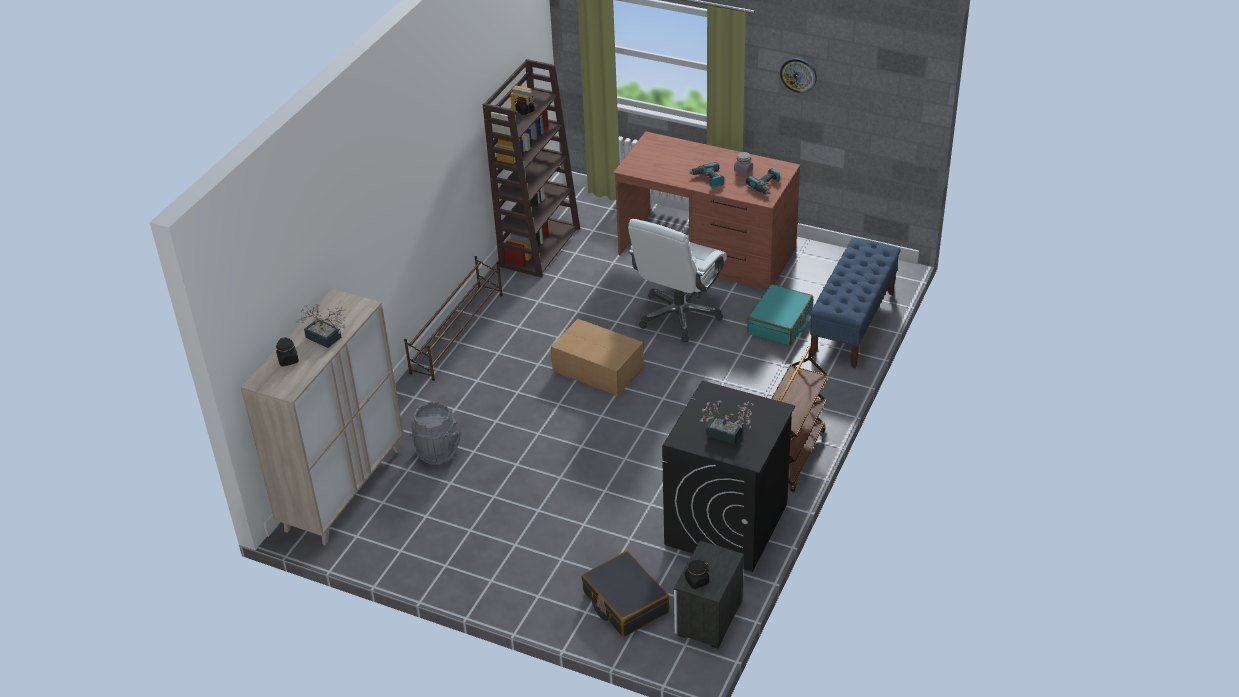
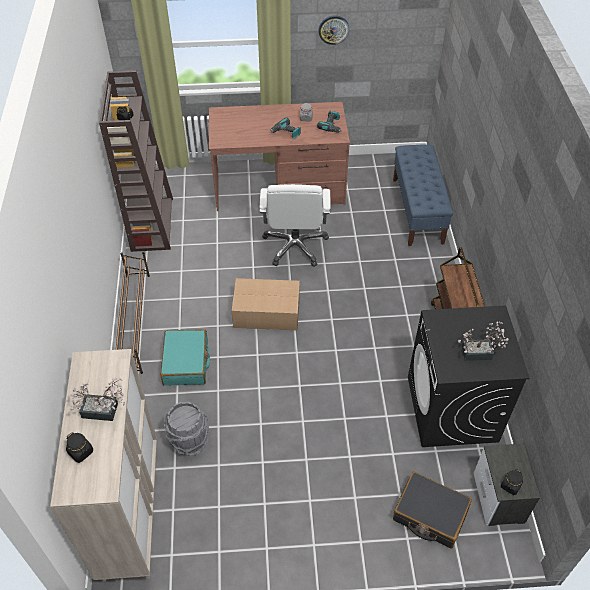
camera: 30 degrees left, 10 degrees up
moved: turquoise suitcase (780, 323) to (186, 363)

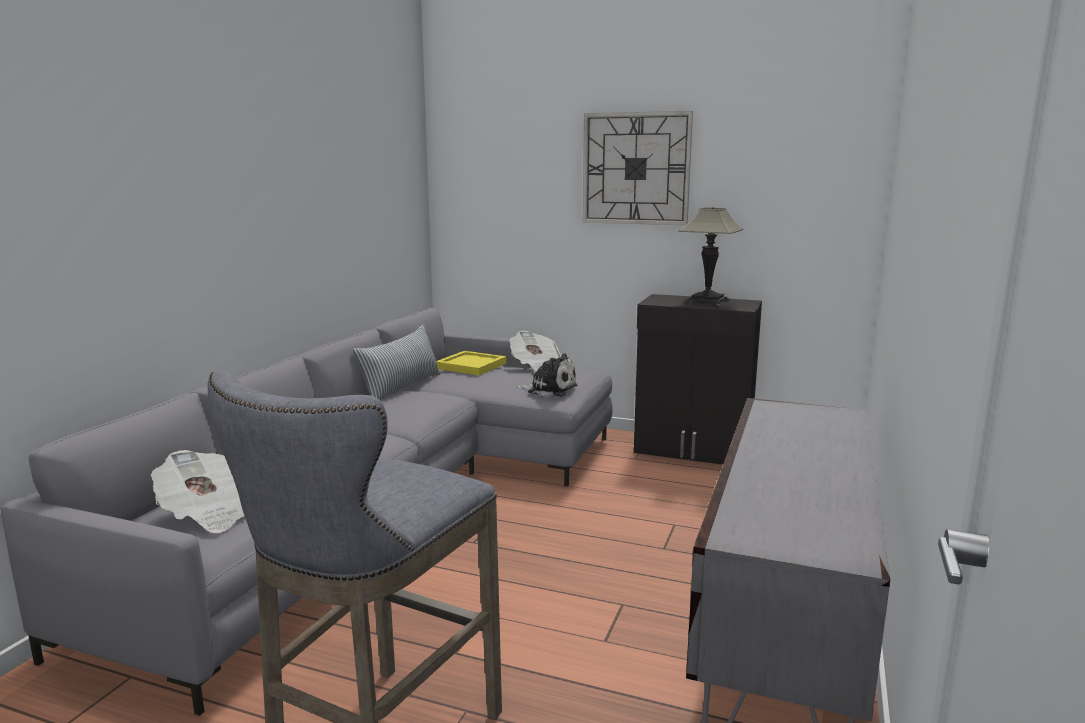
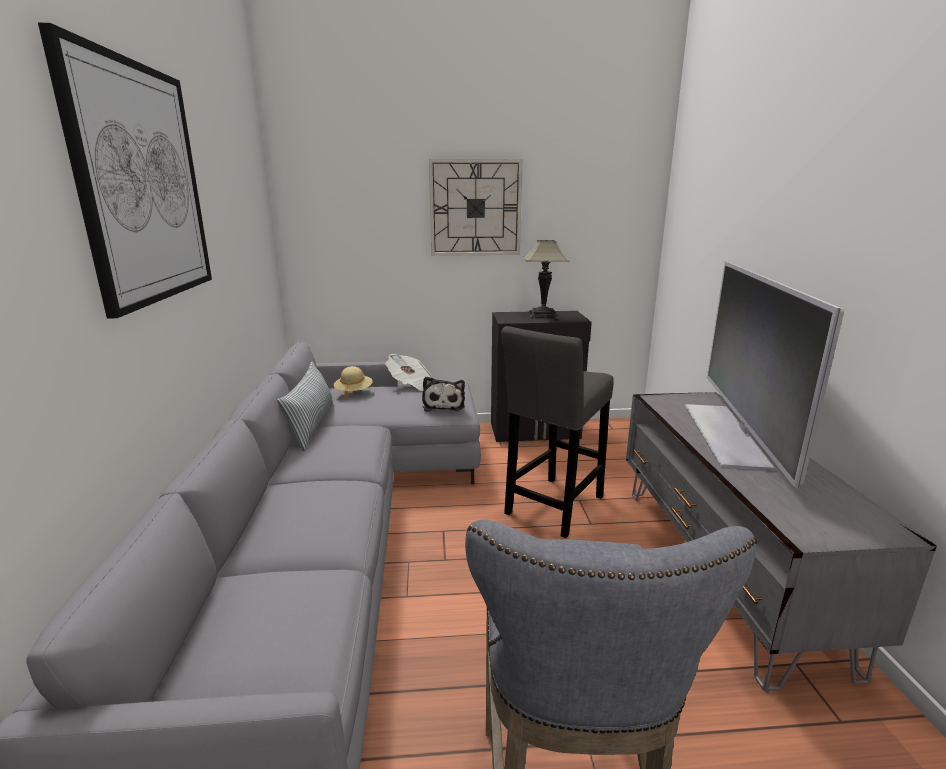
camera: 25 degrees left, 5 degrees up
removed: newspaper (208, 514)
added: picture (143, 184); grey stool (552, 508); television (727, 434)
replaced: yellow tray (470, 366) to beige hat (353, 392)
turned: plush toy (549, 389) = (444, 405) 90 degrees clockwise

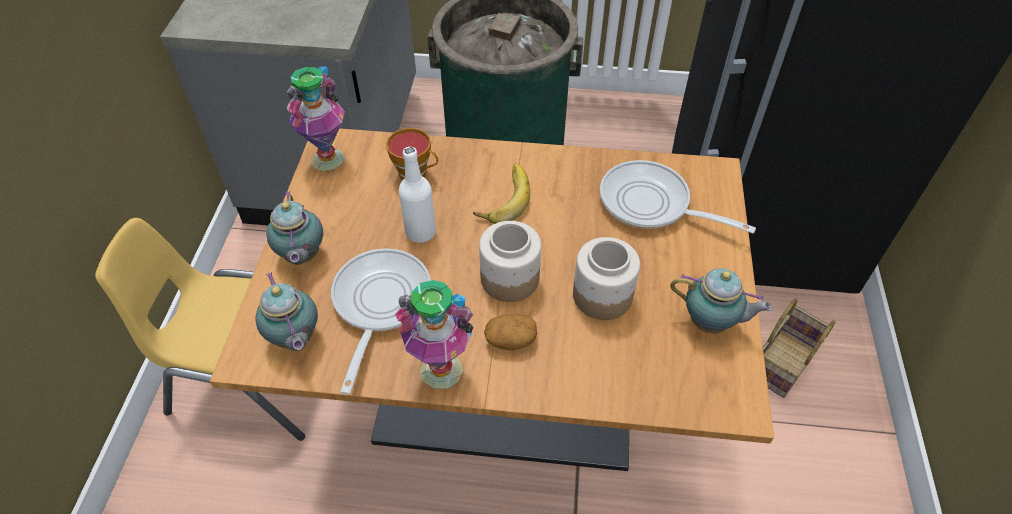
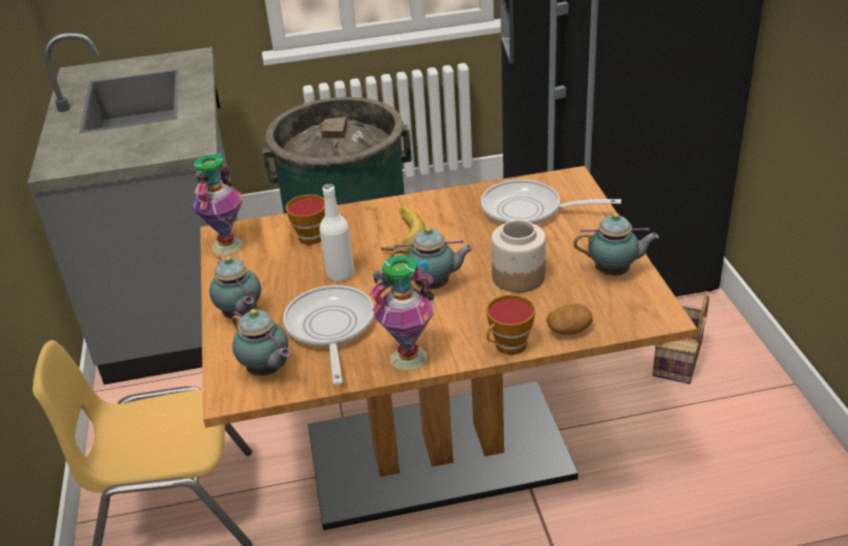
camera: 15 degrees left, 15 degrees down
added: cup (508, 347)
moved: potato (510, 339) to (569, 330)
replaced: jar (509, 279) to teapot (434, 285)

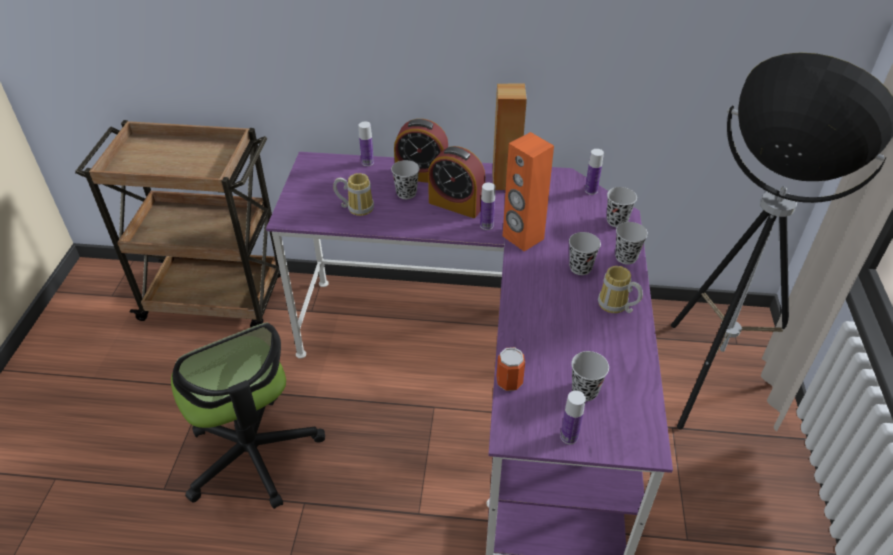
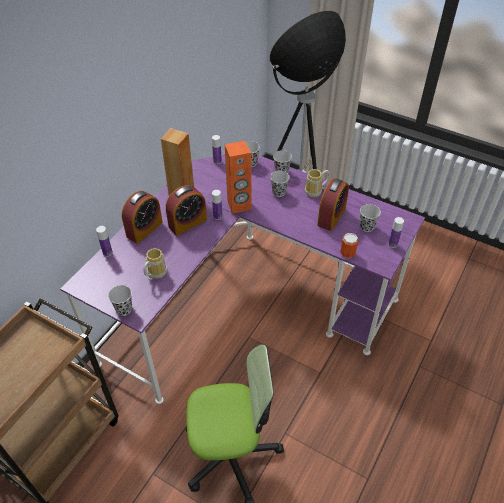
camera: 65 degrees left, 5 degrees up
added: alarm clock (331, 217)
moved: black cup (406, 193) to (124, 309)

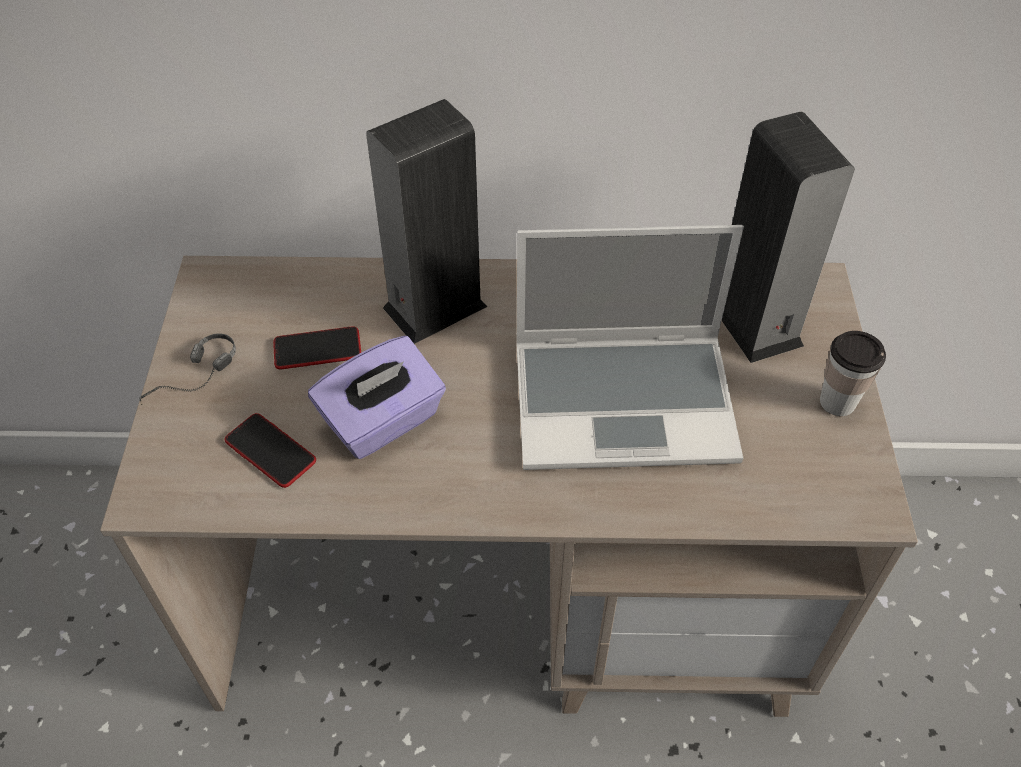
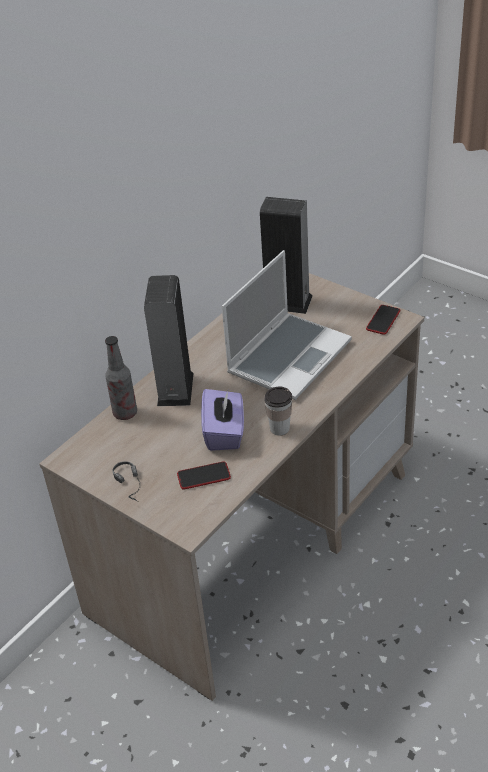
camera: 50 degrees left, 10 degrees down
added: bottle (125, 413)
moved: cup (837, 402) to (279, 428); phone (317, 349) to (383, 320)

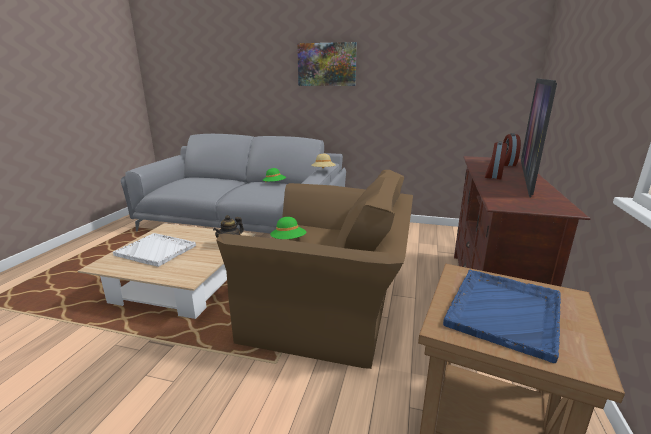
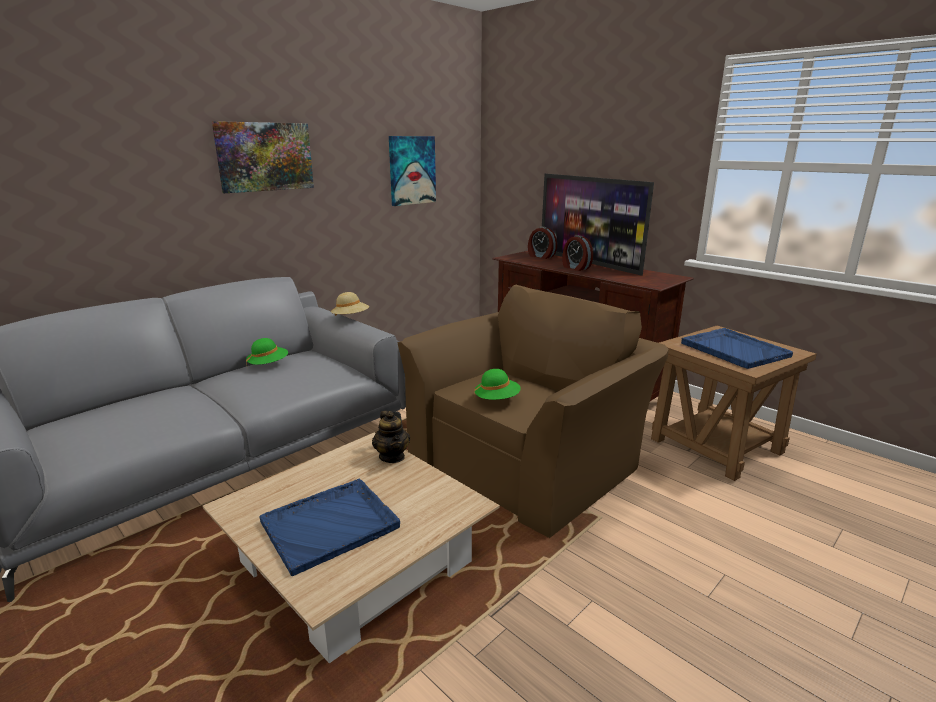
camera: 60 degrees left, 0 degrees up
added: picture (412, 170)
recoloured: white tray (156, 250) to blue tray (331, 525)

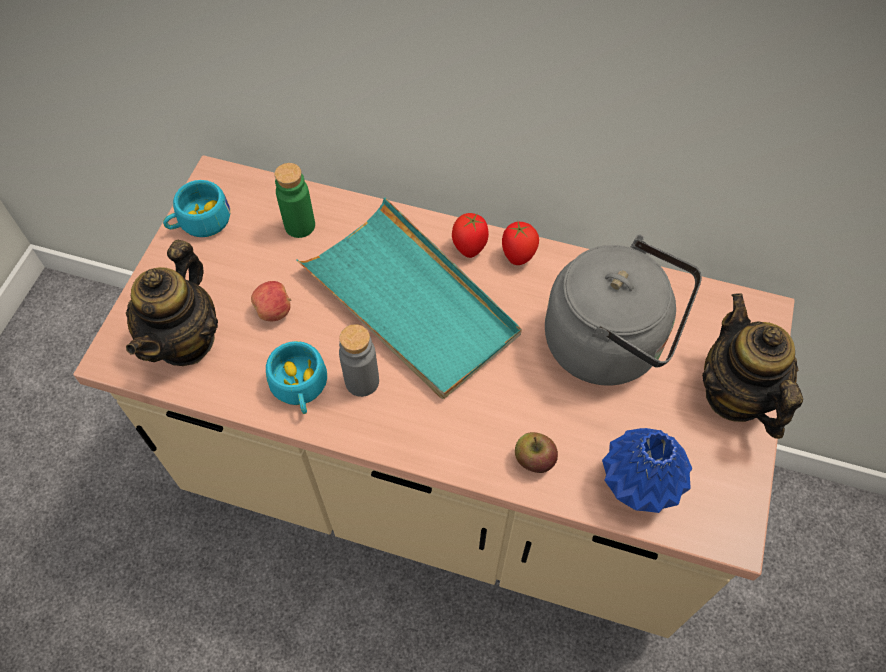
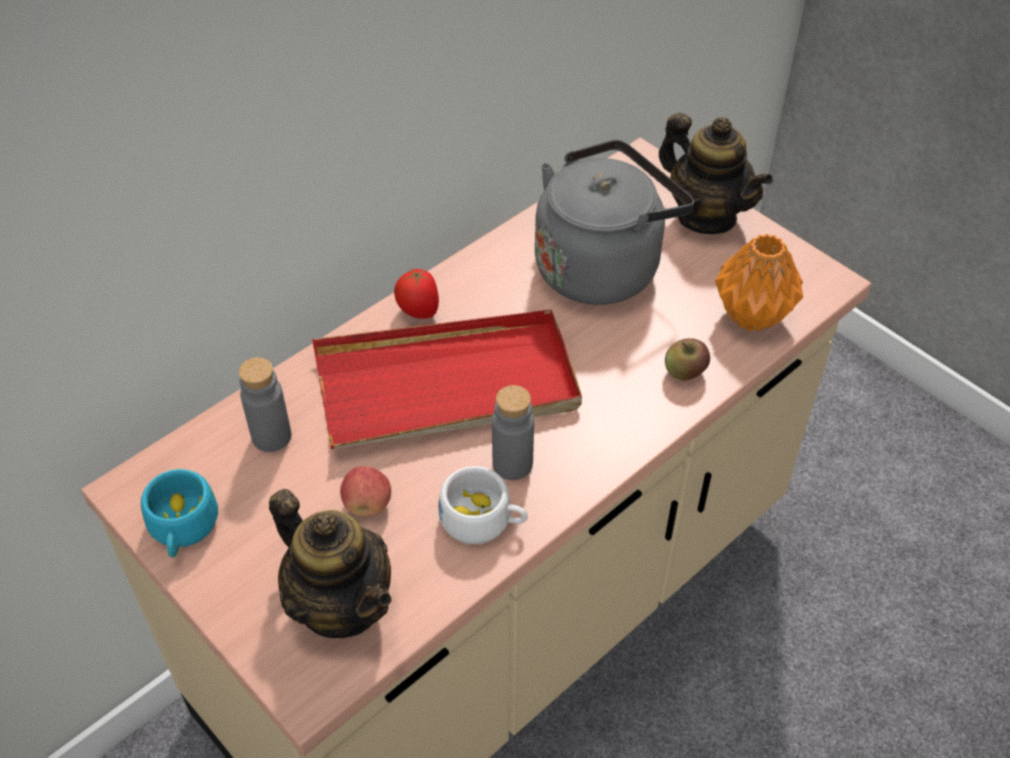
camera: 60 degrees left, 10 degrees down
removed: tomato (518, 255)
recoloured: green bottle (300, 225) to grey bottle (271, 436); turquoise tray (410, 302) to red tray (447, 385); turquoise cup (300, 388) to white cup (483, 520); blue vase (638, 484) to orange vase (751, 315)
turned: teapot (735, 395) = (706, 215) 150 degrees counterclockwise

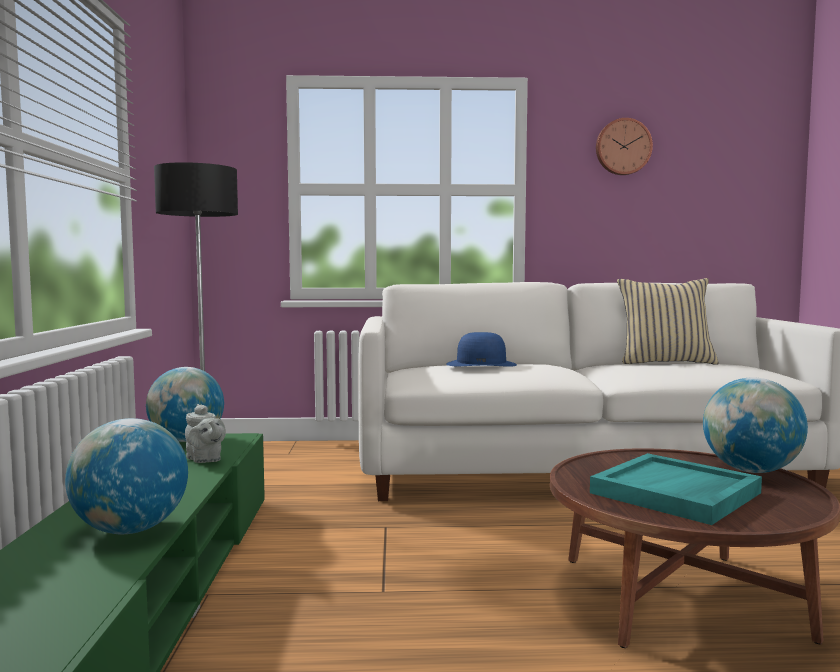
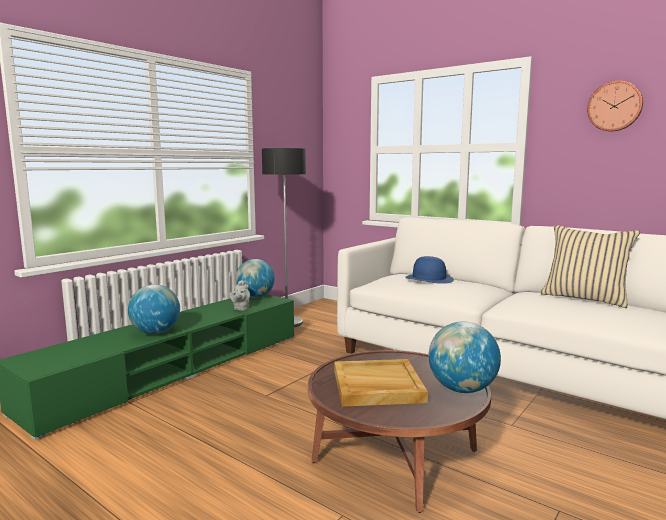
camera: 40 degrees right, 5 degrees up
recoloured: turquoise tray (676, 493) to beige tray (376, 386)

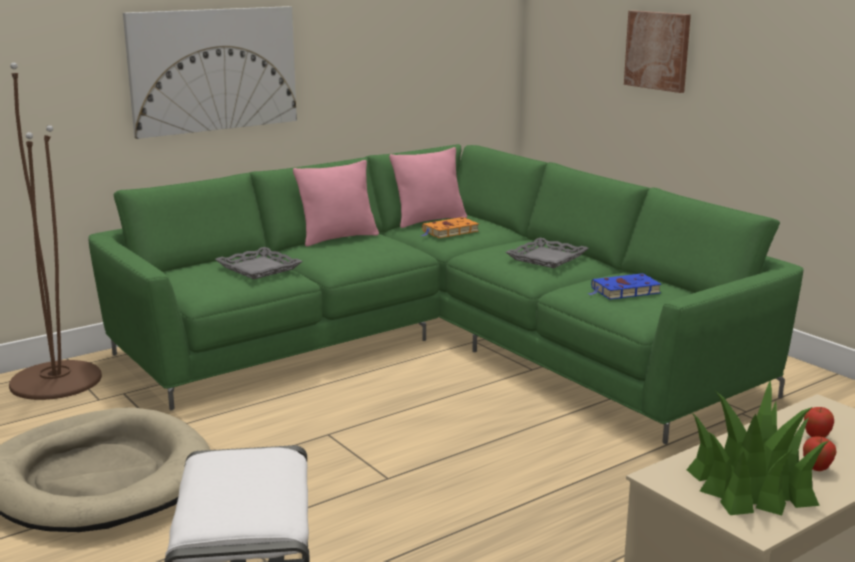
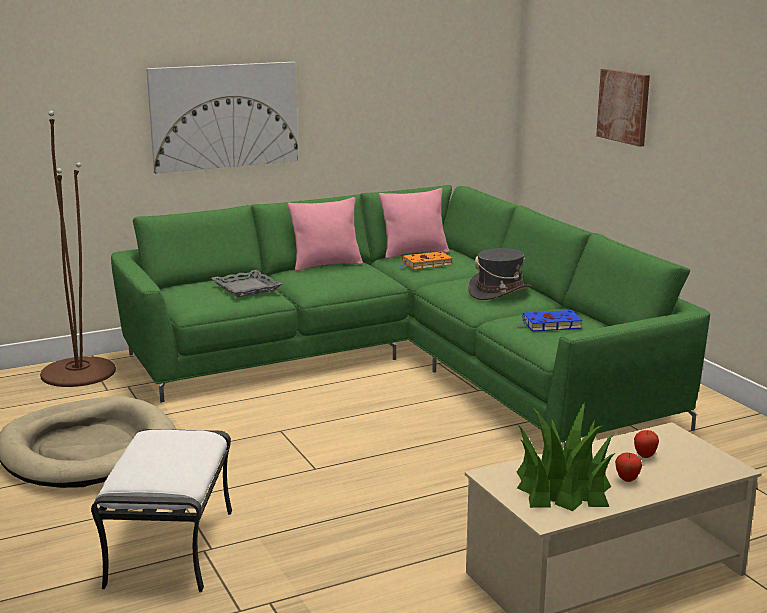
camera: 10 degrees right, 0 degrees up
replaced: grey tray (547, 258) to grey hat (499, 292)

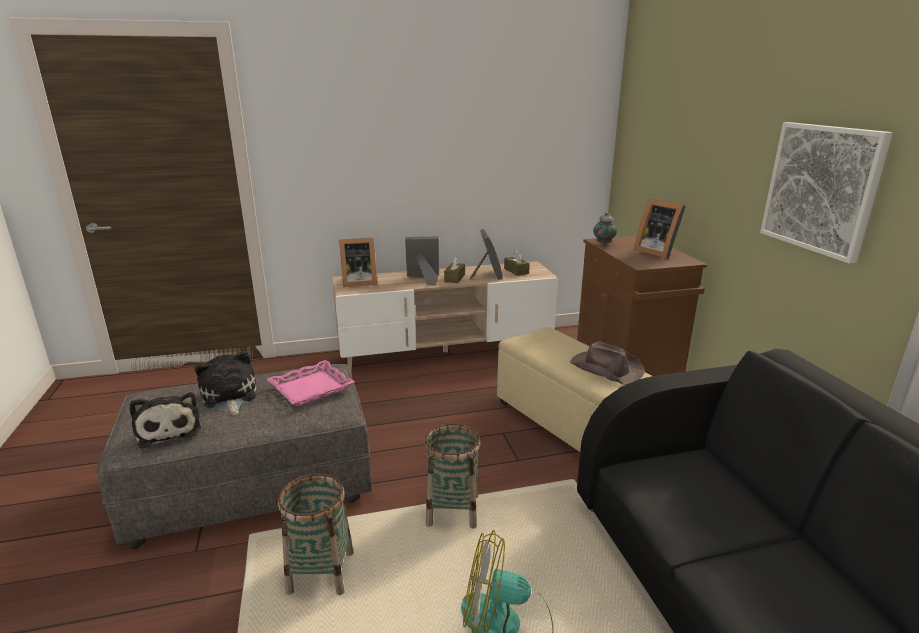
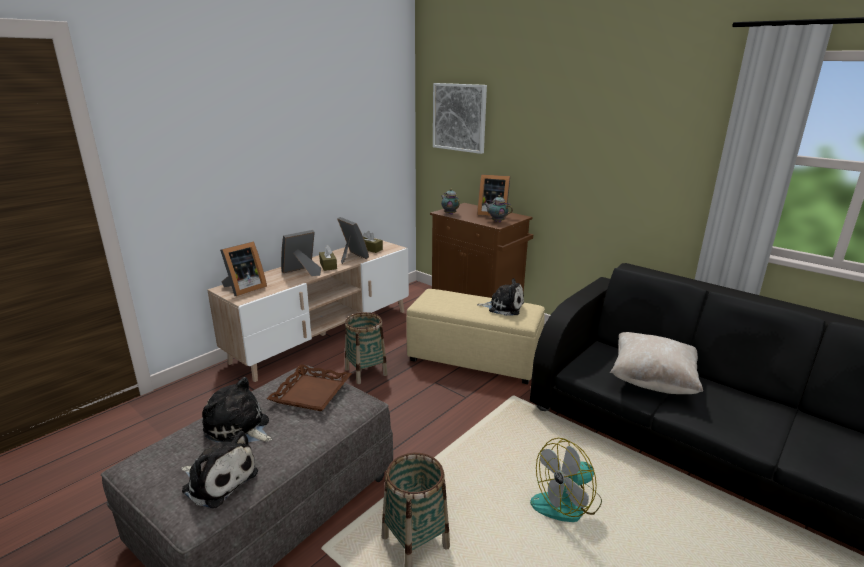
camera: 35 degrees left, 0 degrees up
added: teapot (497, 221); beige pillow (652, 381)
moved: basket (452, 510) to (366, 372); picture (821, 188) to (459, 117)
replaced: brown hat (605, 368) to plush toy (503, 307)
recoloured: pink tray (311, 388) to brown tray (311, 392)

